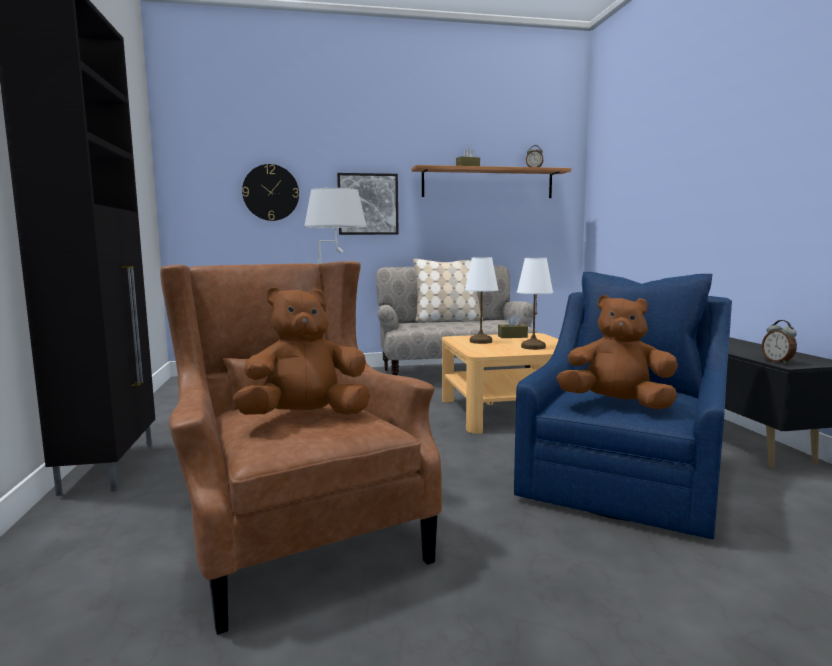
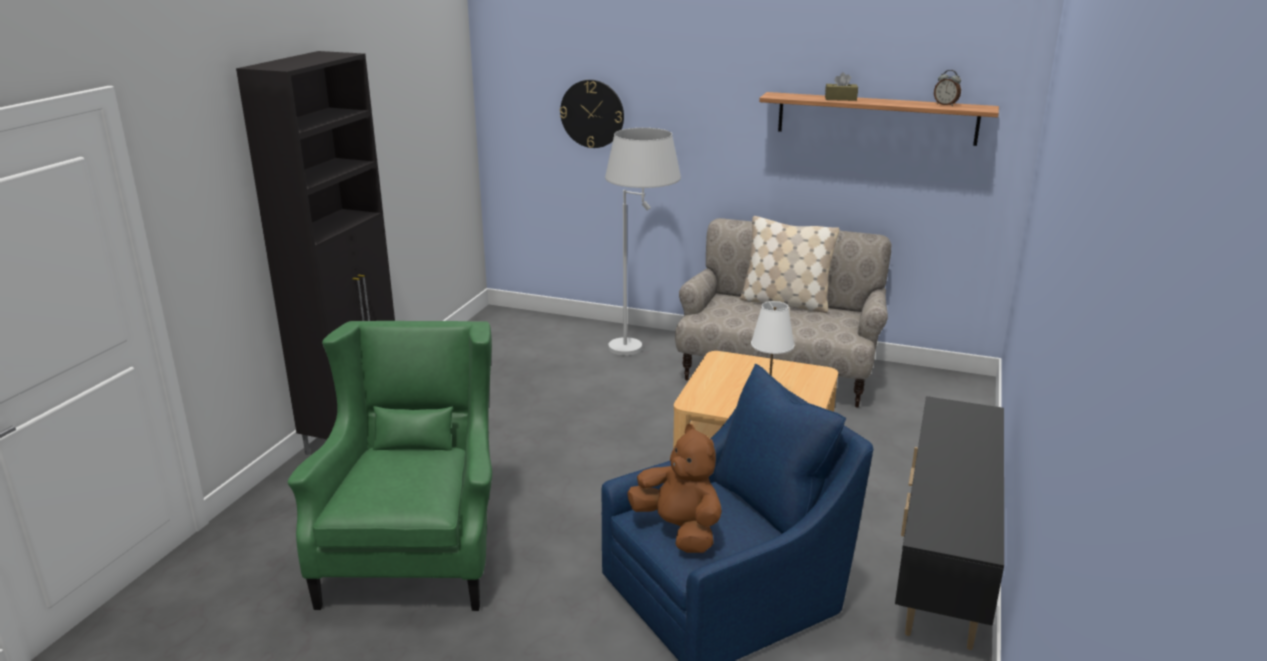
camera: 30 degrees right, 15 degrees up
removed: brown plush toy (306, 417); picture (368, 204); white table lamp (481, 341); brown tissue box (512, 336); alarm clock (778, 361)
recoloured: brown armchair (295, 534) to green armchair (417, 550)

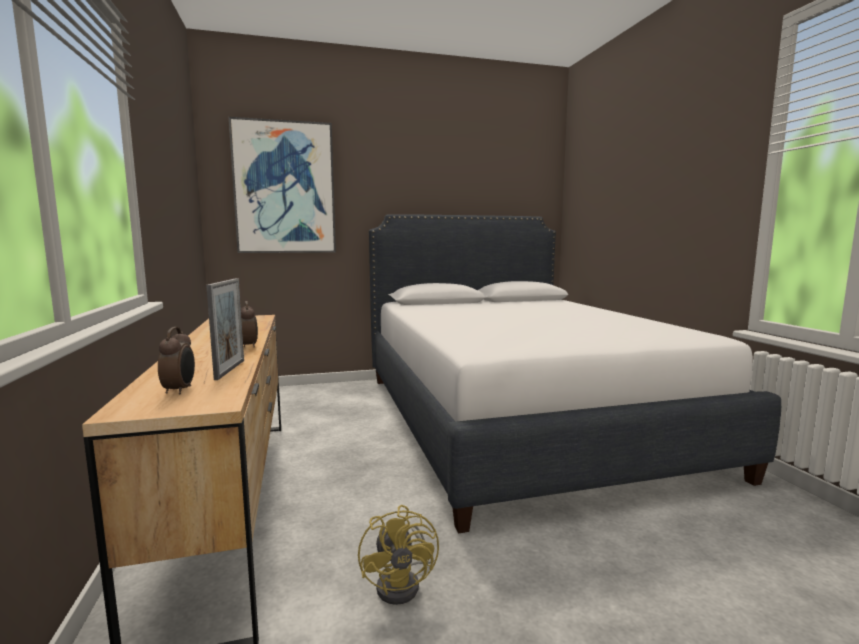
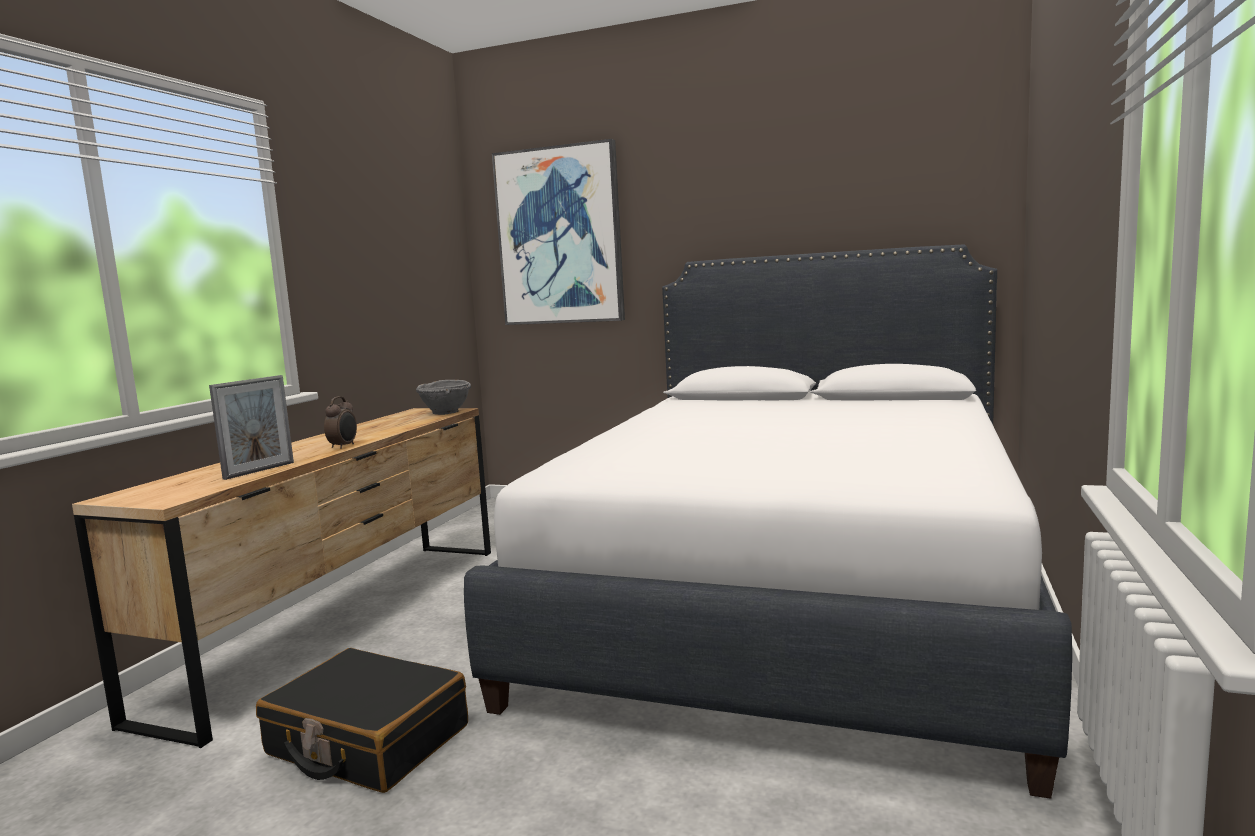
camera: 35 degrees right, 0 degrees up
removed: alarm clock (180, 390)
added: grey bowl (446, 413)
replaced: yellow fan (404, 584) to black suitcase (367, 741)

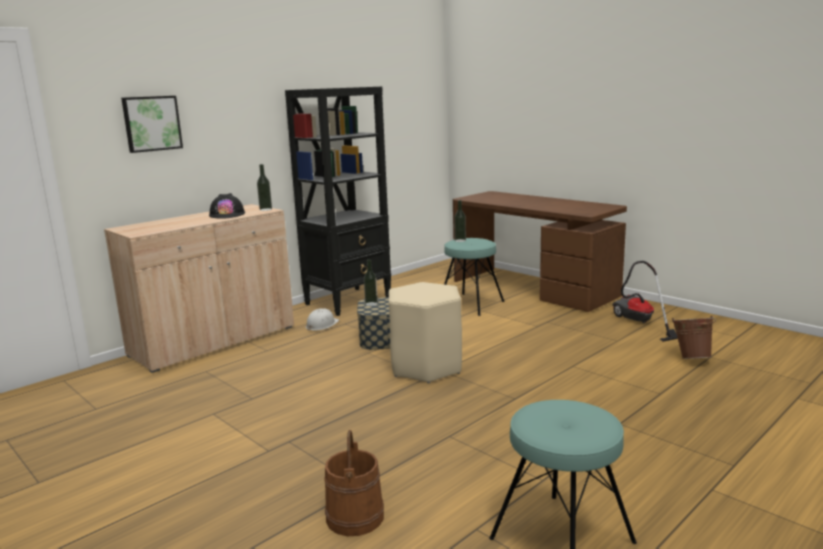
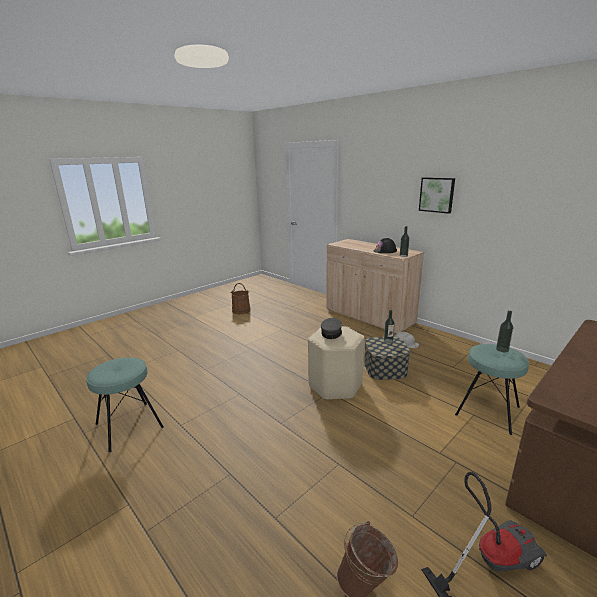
camera: 90 degrees right, 5 degrees up
removed: black bookcase (349, 301)
added: grey cap (331, 333)
moved: brown bucket (354, 517) to (241, 310); picture (151, 123) to (437, 194)

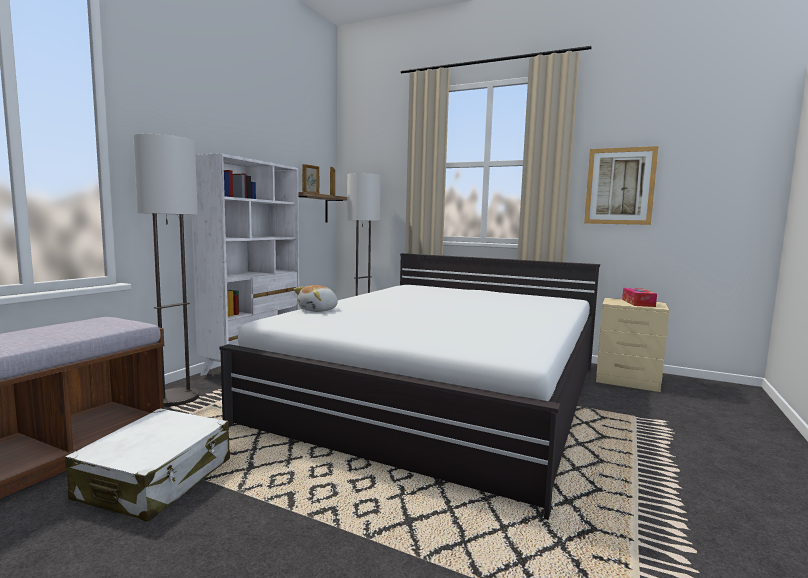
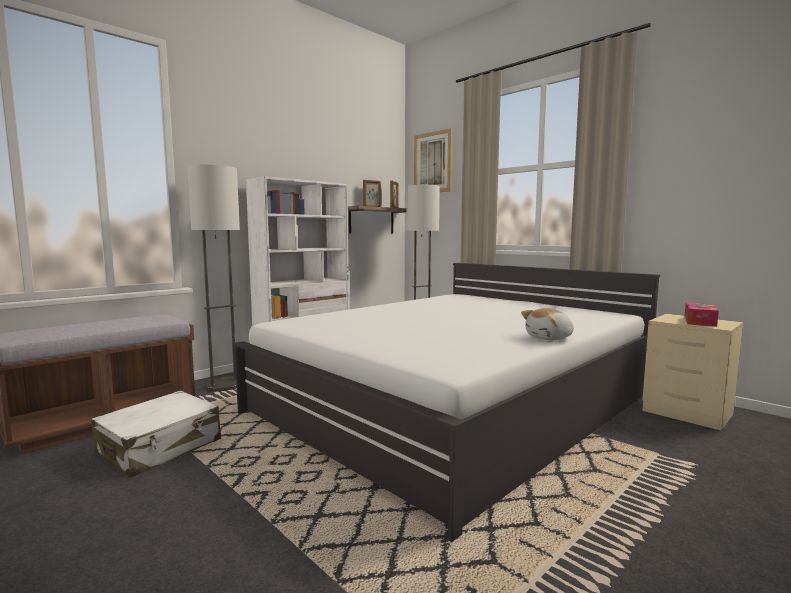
camera: 20 degrees right, 0 degrees up
moved: picture (619, 186) to (432, 162); plush toy (318, 310) to (550, 338)

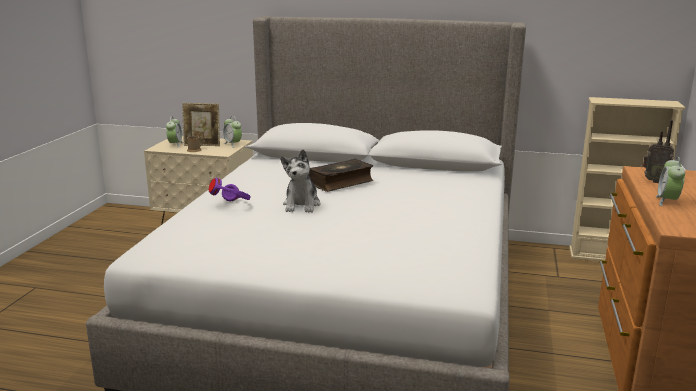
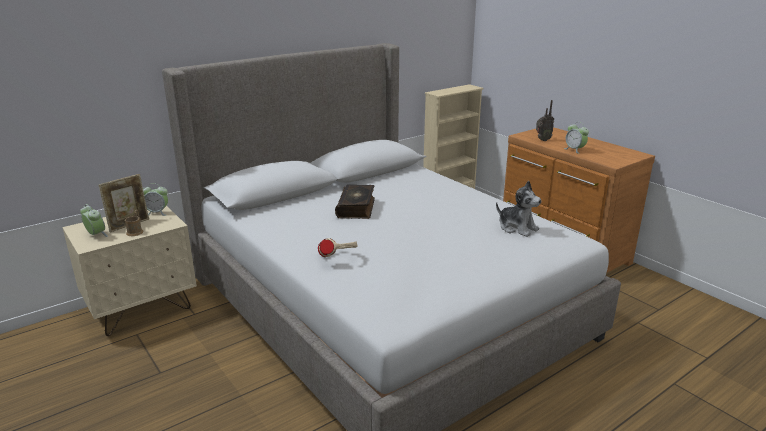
camera: 50 degrees left, 5 degrees up
moved: plush toy (302, 205) to (517, 228)
recoloured: purple headphones (232, 205) to beige headphones (338, 259)

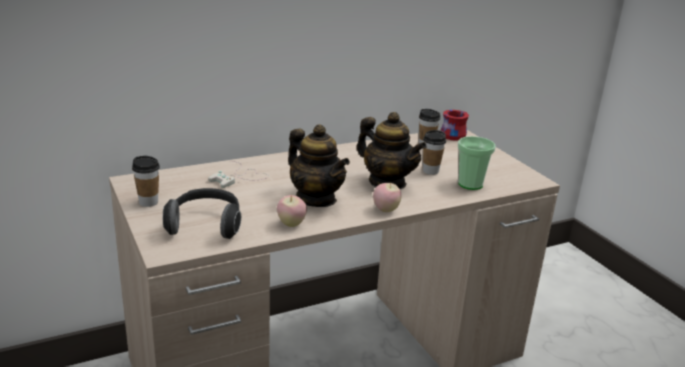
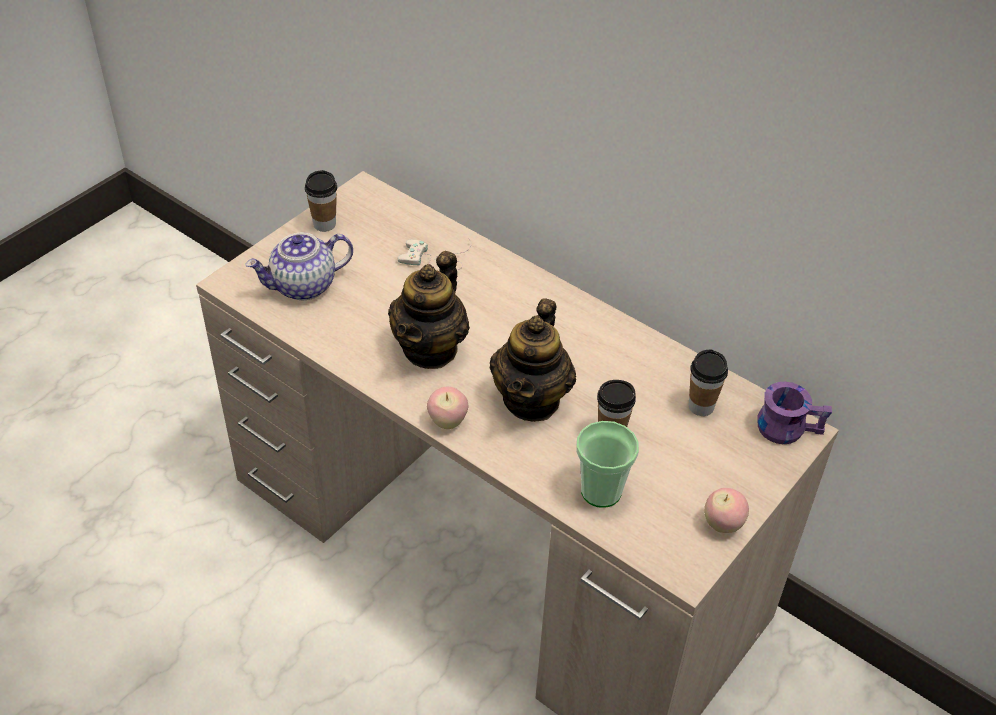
camera: 65 degrees right, 20 degrees up
moved: apple (291, 224) to (722, 524)
replaced: headphones (206, 225) to teapot (303, 286)
recoloured: red mug (453, 134) to purple mug (787, 425)

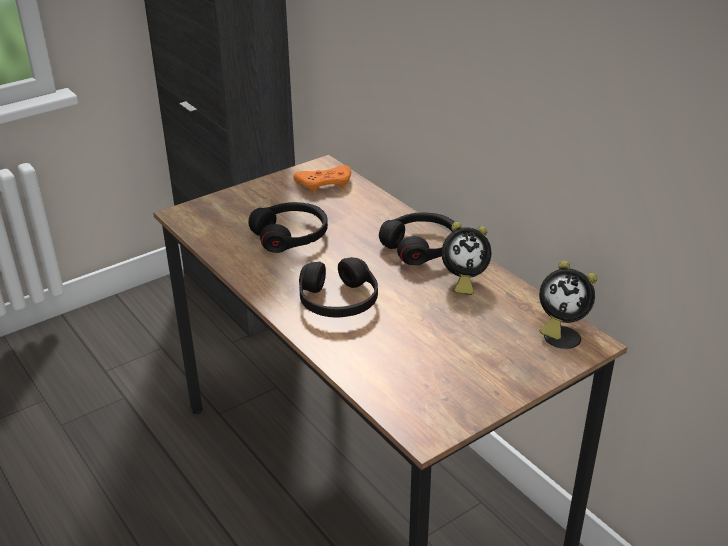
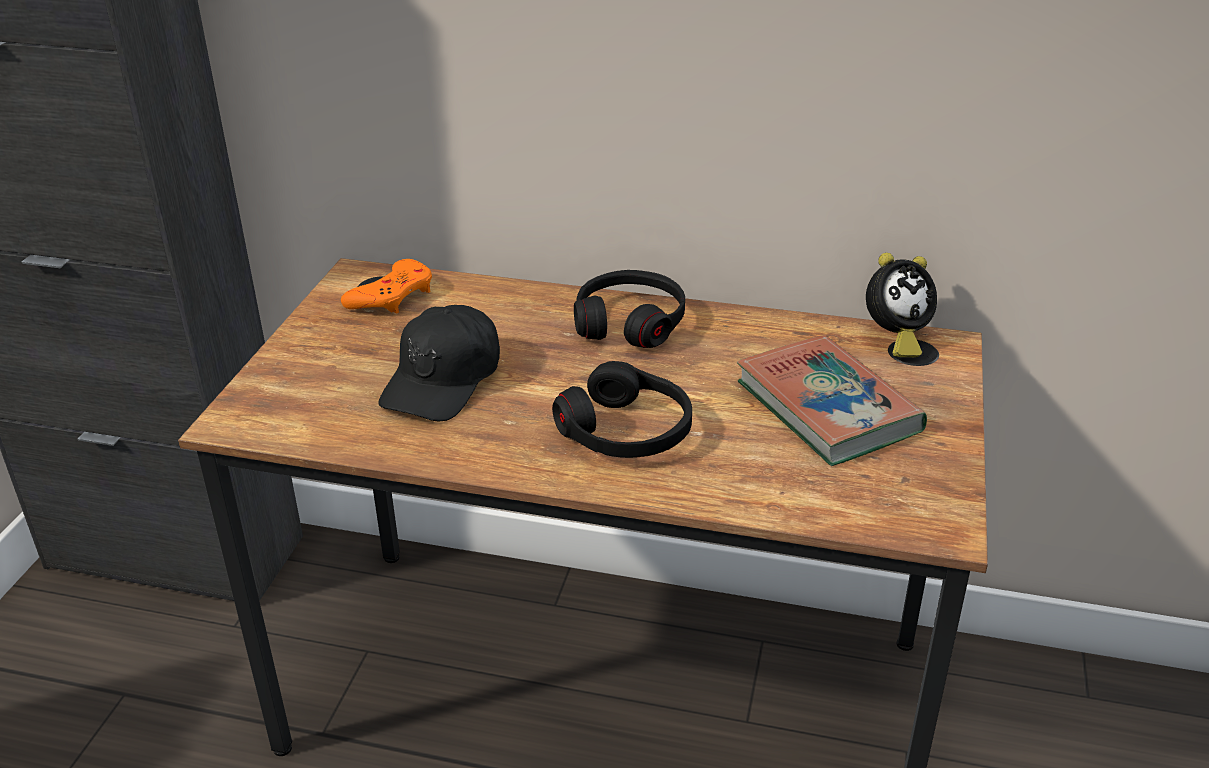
camera: 40 degrees left, 0 degrees up
removed: alarm clock (462, 280)
added: book (827, 408)
replaced: black headphones (290, 236) to black cap (444, 380)

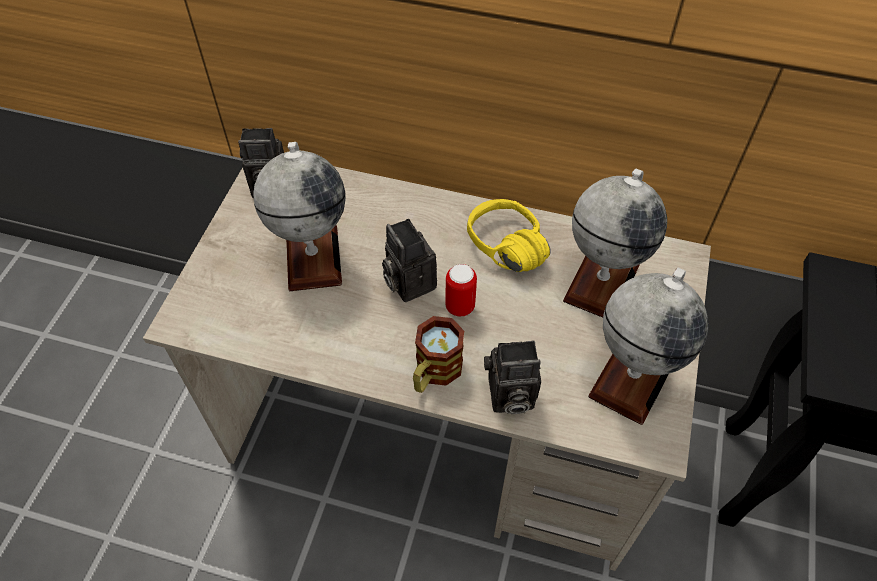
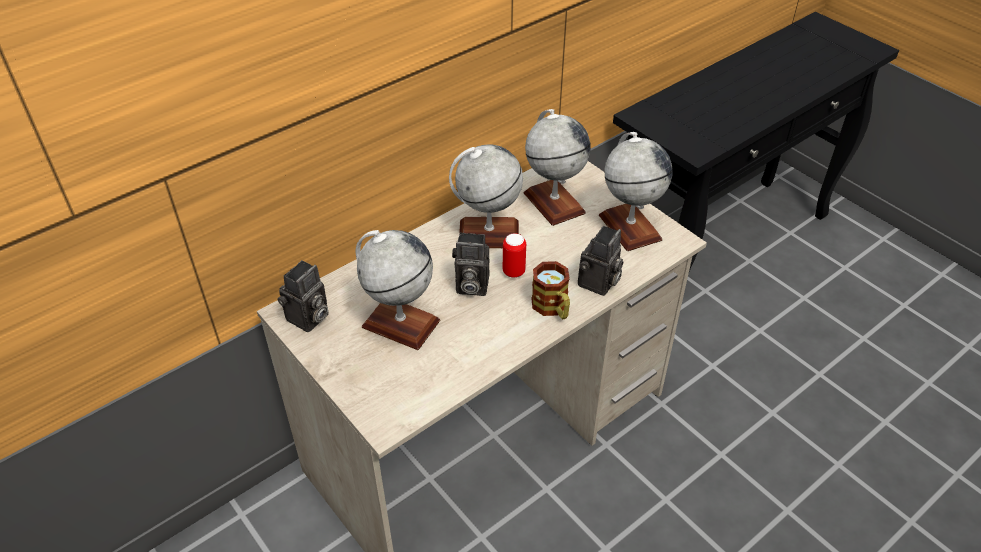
camera: 55 degrees left, 10 degrees down
replaced: yellow headphones (496, 253) to globe (488, 234)

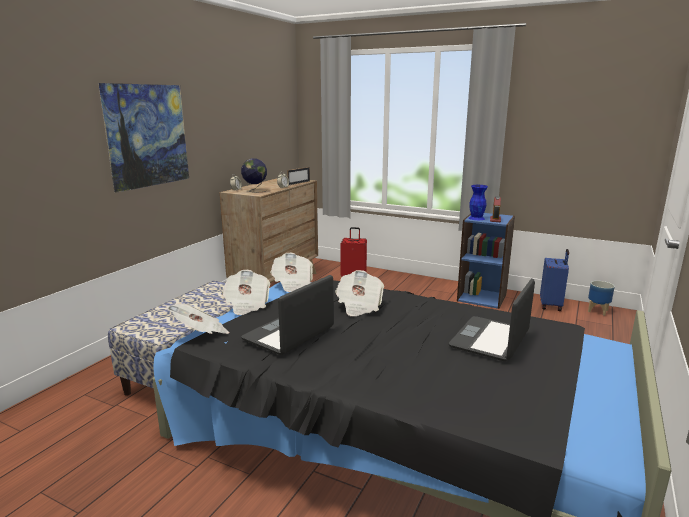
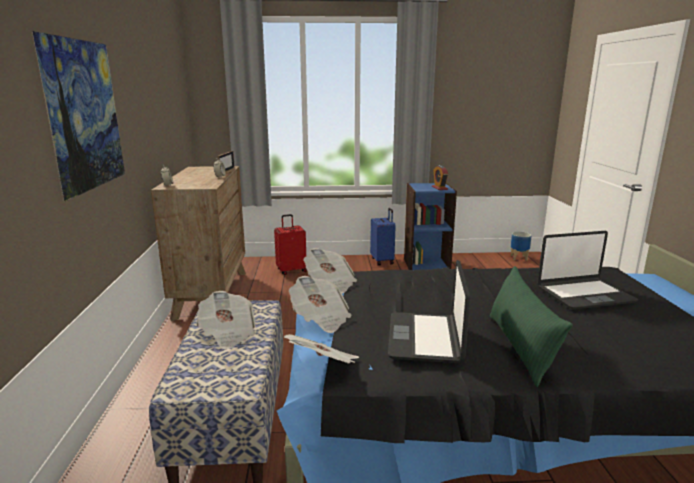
camera: 30 degrees left, 0 degrees up
removed: globe (255, 191); blue vase (477, 218)
added: green pillow (520, 347)
moved: newspaper (359, 306) to (228, 333); blue suitcase (551, 305) to (382, 261)
turned: laptop (490, 340) = (584, 294) 105 degrees counterclockwise

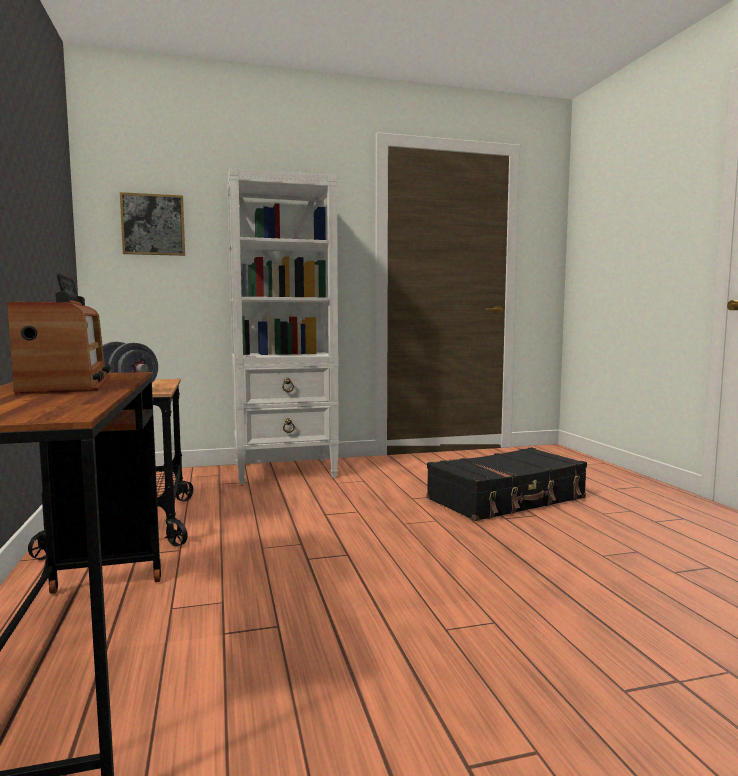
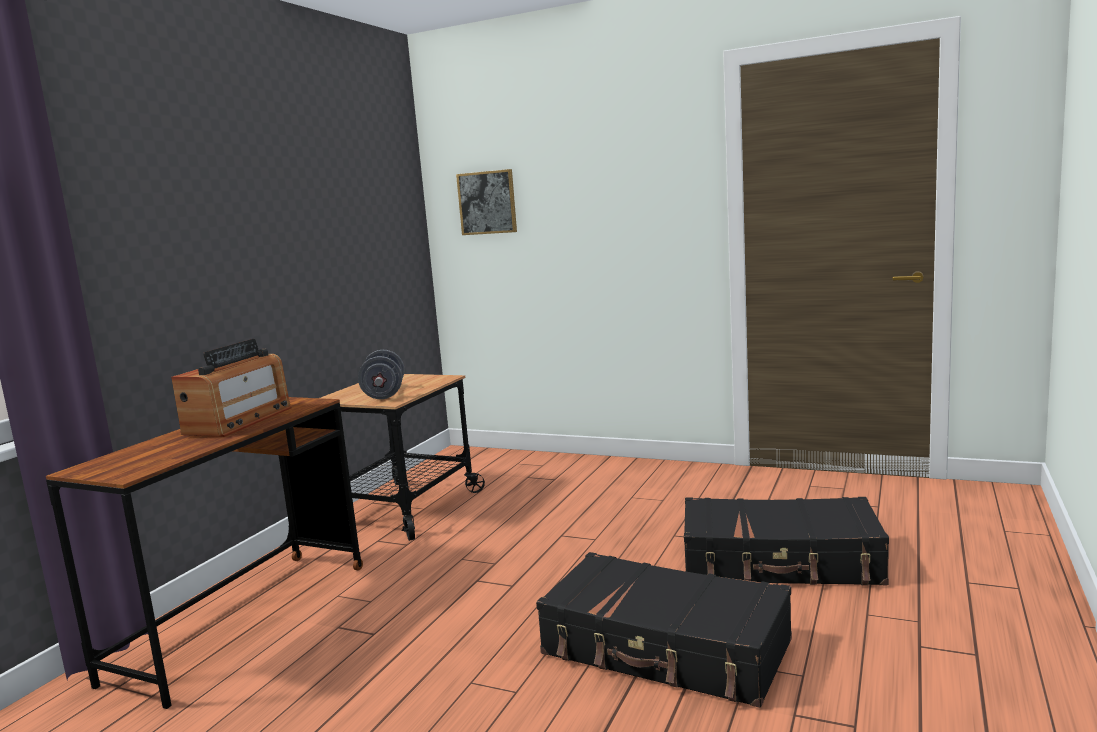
camera: 40 degrees right, 5 degrees up
removed: white bookcase (286, 471)
added: black suitcase (665, 649)

